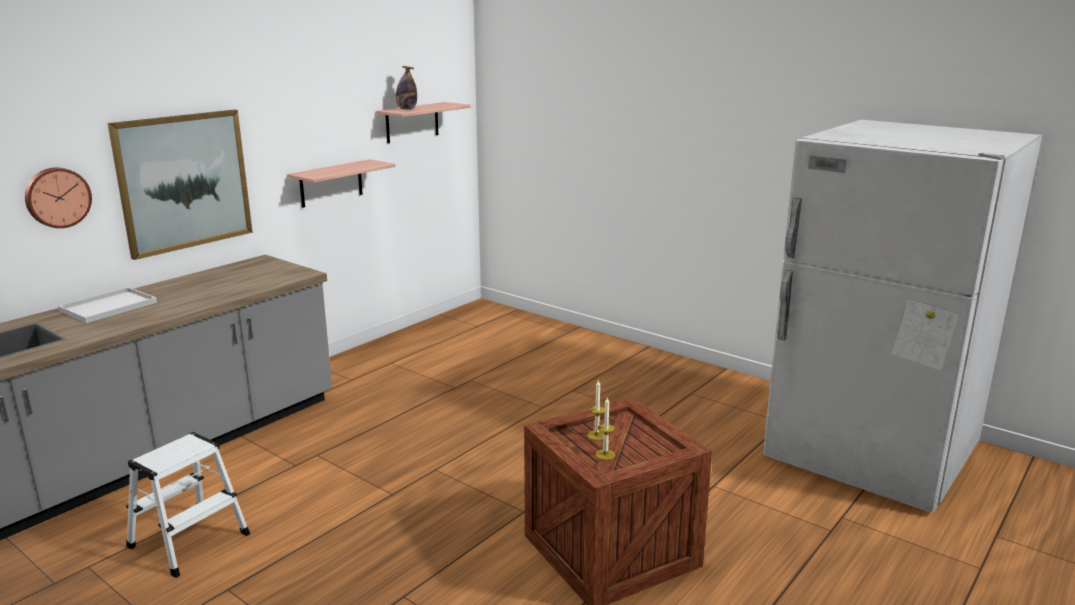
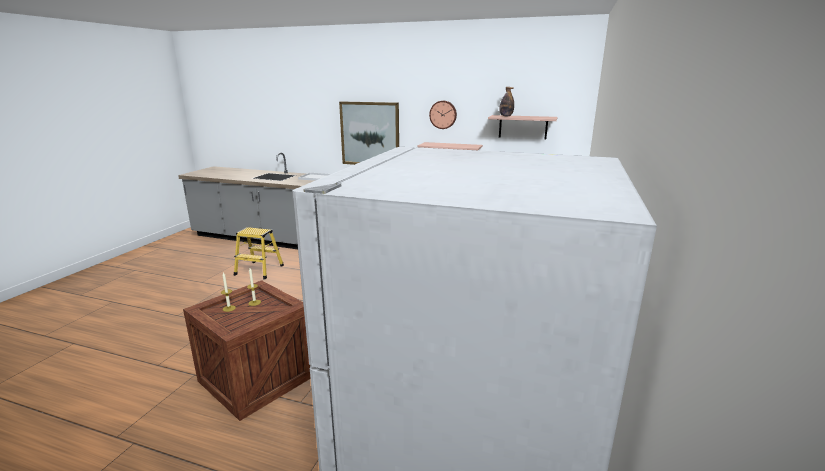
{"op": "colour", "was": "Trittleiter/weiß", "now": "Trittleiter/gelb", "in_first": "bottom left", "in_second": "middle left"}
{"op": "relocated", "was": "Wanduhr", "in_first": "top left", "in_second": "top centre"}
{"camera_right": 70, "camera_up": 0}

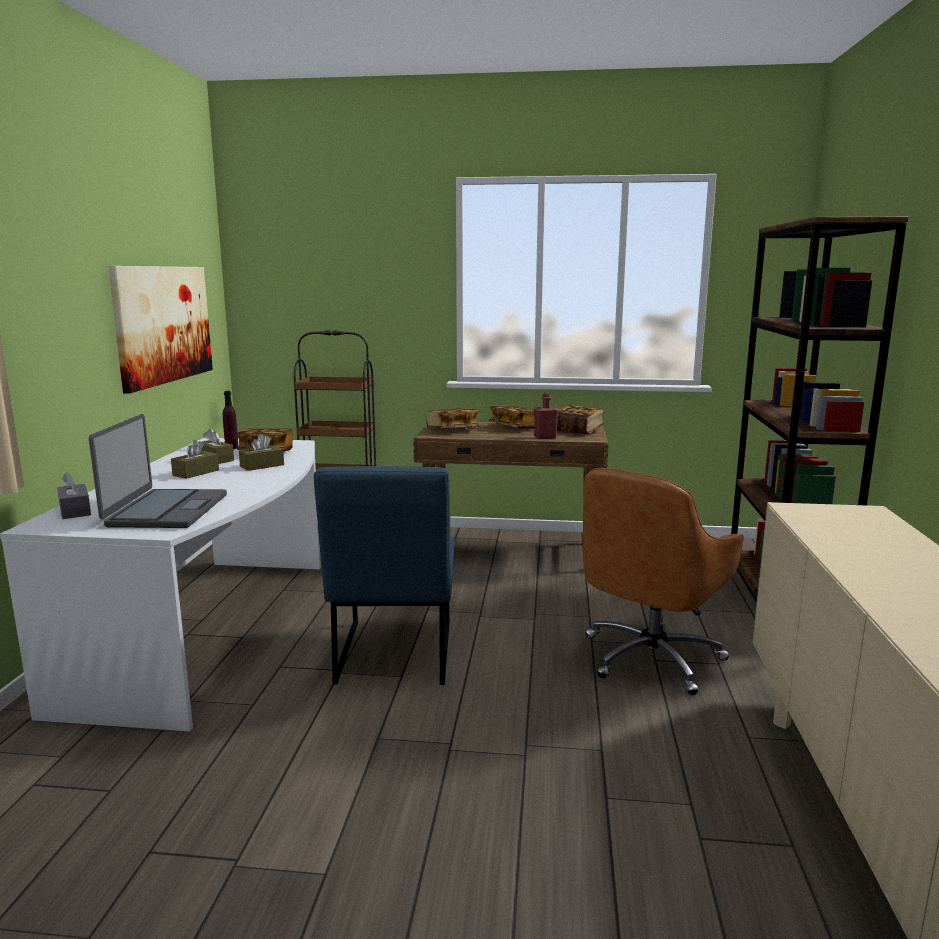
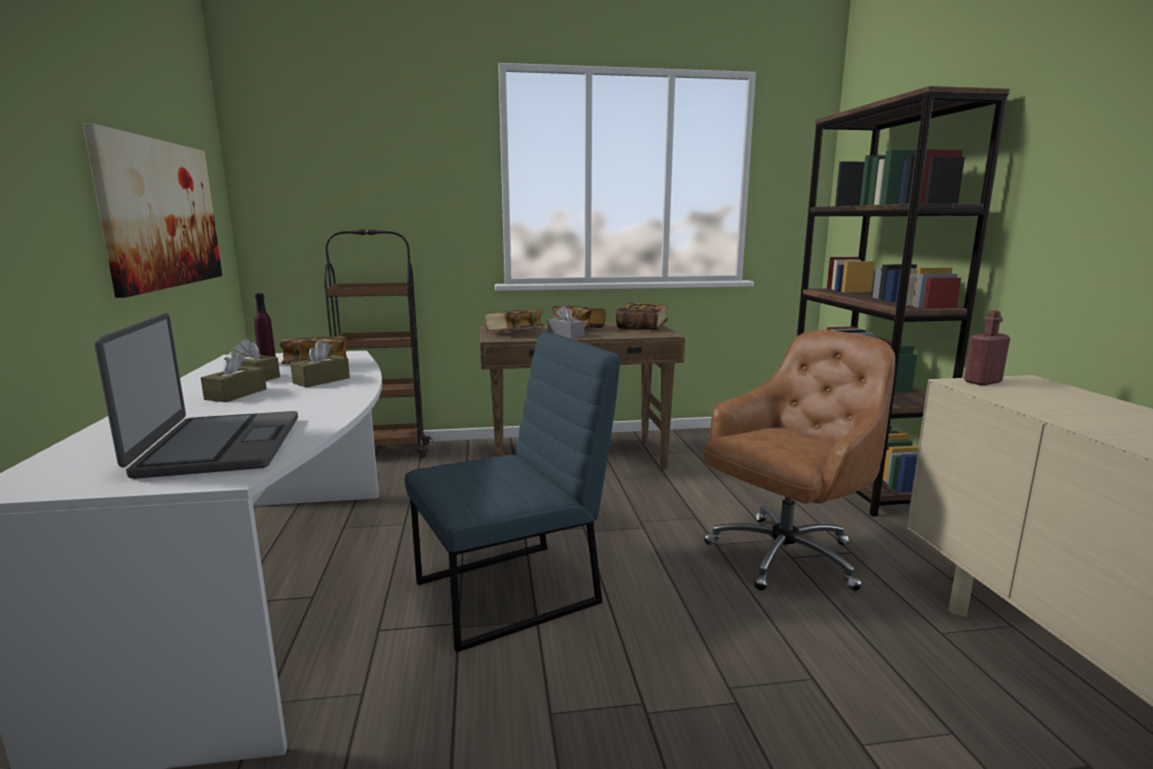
{"op": "spun", "was": "Stuhl/blau", "in_first": "centre", "in_second": "centre", "clockwise": -105}
{"op": "relocated", "was": "Taschentuchbox/grau", "in_first": "middle left", "in_second": "centre"}
{"op": "spun", "was": "Bürostuhl/braun", "in_first": "middle right", "in_second": "middle right", "clockwise": -150}
{"op": "relocated", "was": "Flasche/rot", "in_first": "centre", "in_second": "middle right"}
{"camera_right": -15, "camera_up": 0}

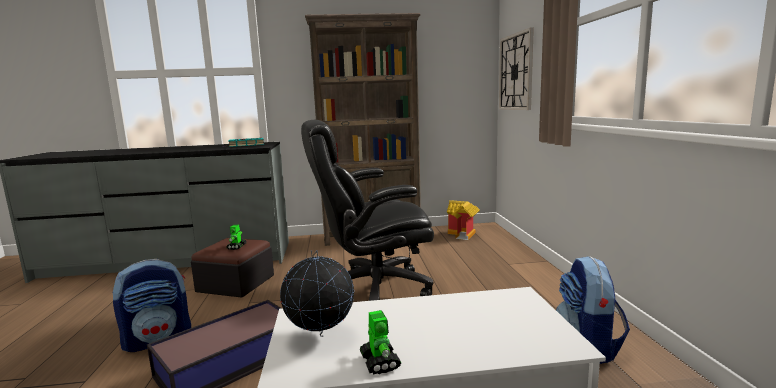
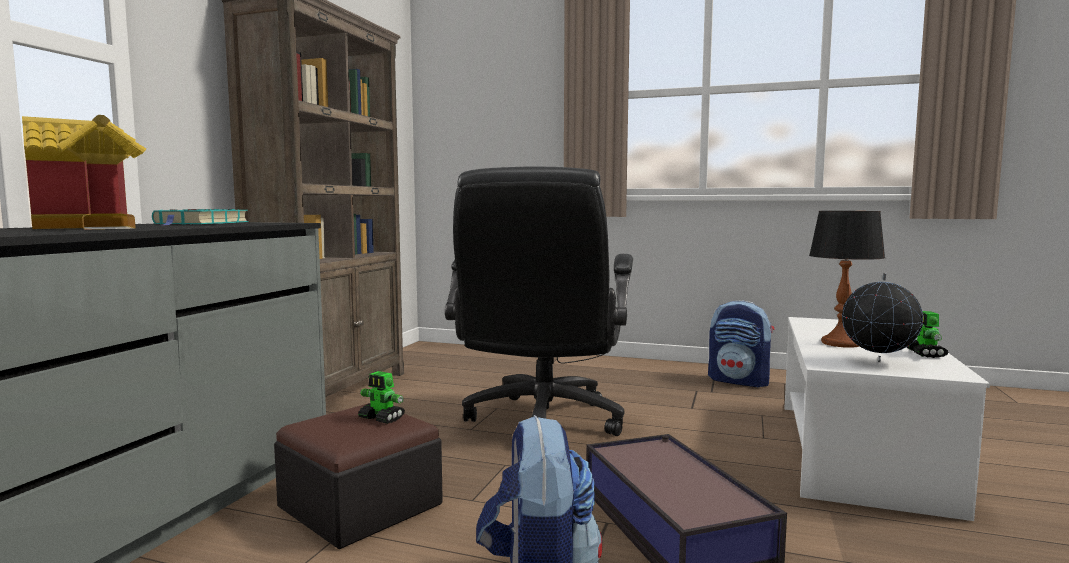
{"op": "relocated", "was": "Spielzeughaus", "in_first": "centre", "in_second": "top left"}
{"op": "appeared", "now": "Tischlampe", "in_second": "middle right"}
{"op": "spun", "was": "Spielzeugroboter (no. 2 from left)", "in_first": "bottom centre", "in_second": "middle right", "clockwise": -90}
{"op": "missing", "was": "Wanduhr", "in_first": "top centre"}
{"camera_right": -65, "camera_up": -5}

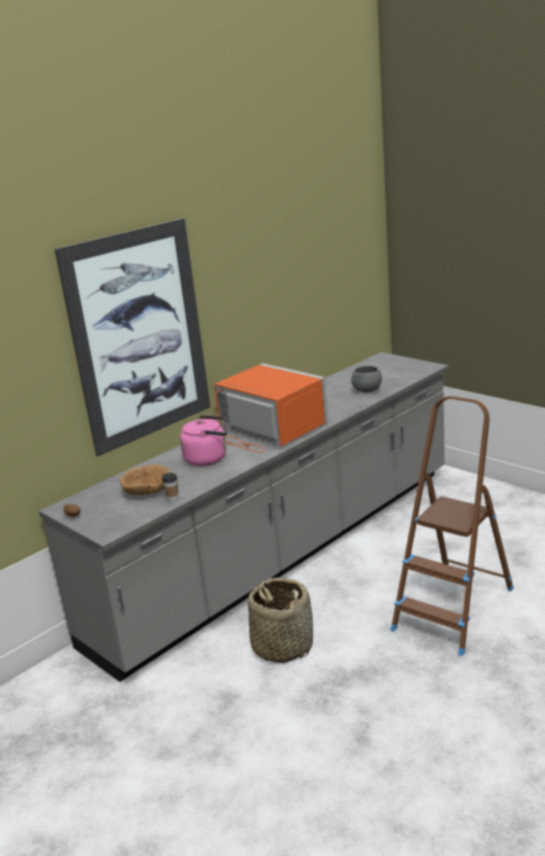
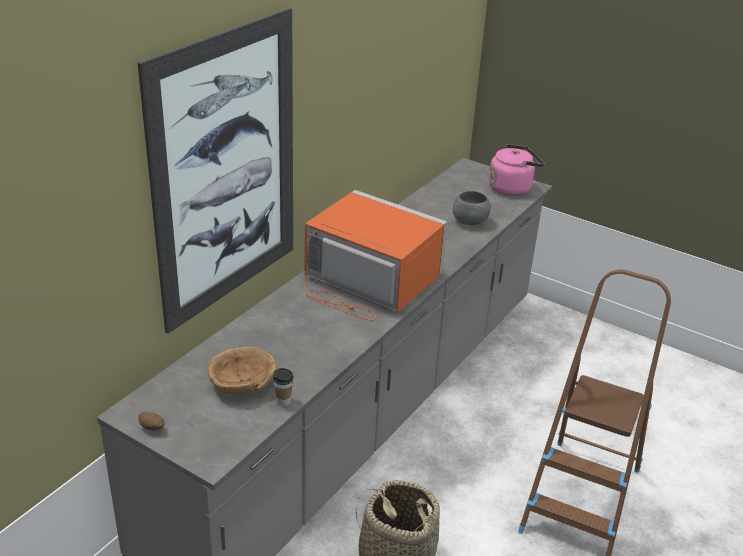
{"op": "relocated", "was": "Wasserkessel/rosa", "in_first": "centre", "in_second": "top right"}
{"camera_right": -15, "camera_up": 10}

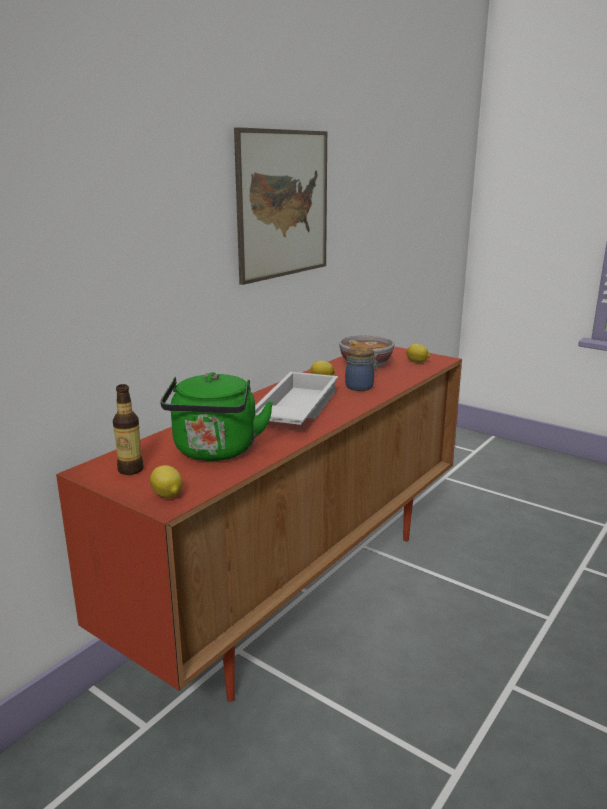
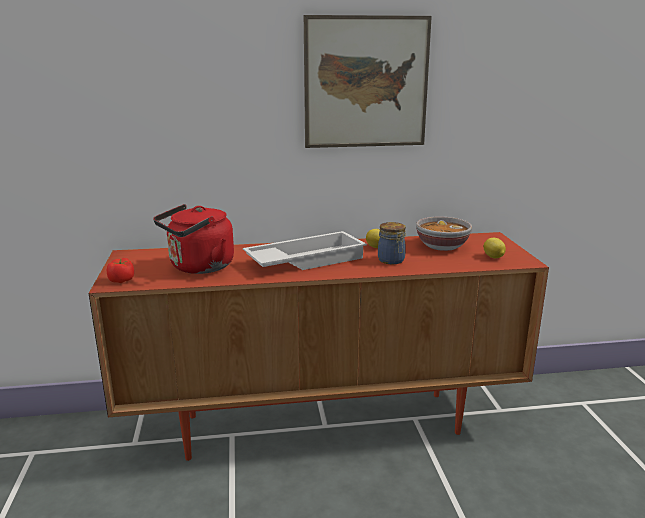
{"op": "exchanged", "was": "Zitrone (no. 1 from left)", "now": "Tomate", "in_first": "middle left", "in_second": "middle left"}
{"op": "colour", "was": "Wasserkessel/grün", "now": "Wasserkessel/rot", "in_first": "centre", "in_second": "middle left"}
{"op": "missing", "was": "Flasche", "in_first": "middle left"}
{"camera_right": 45, "camera_up": 0}

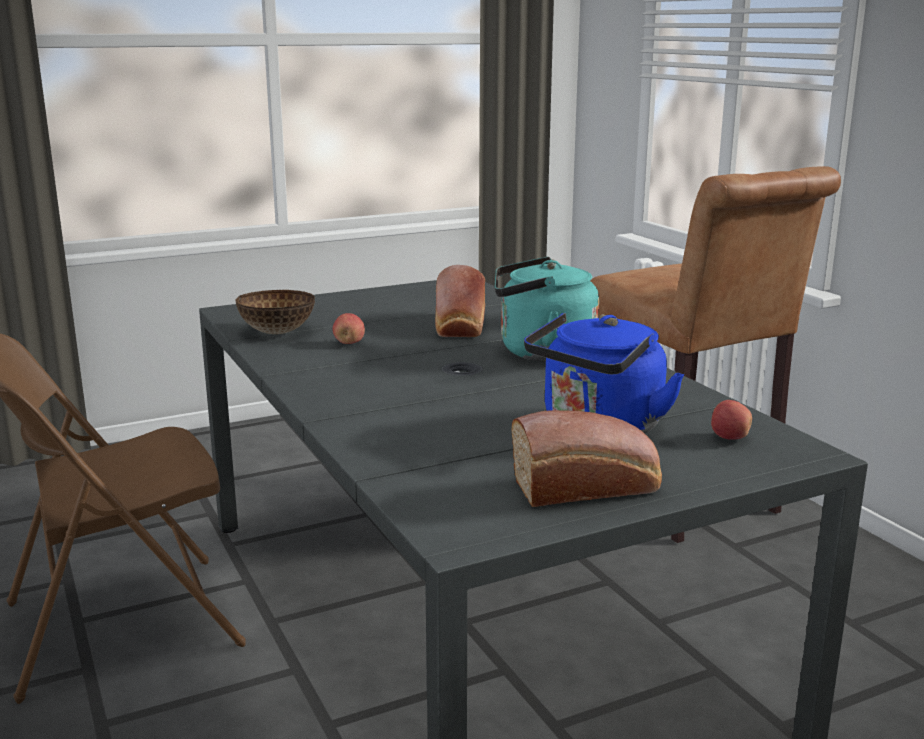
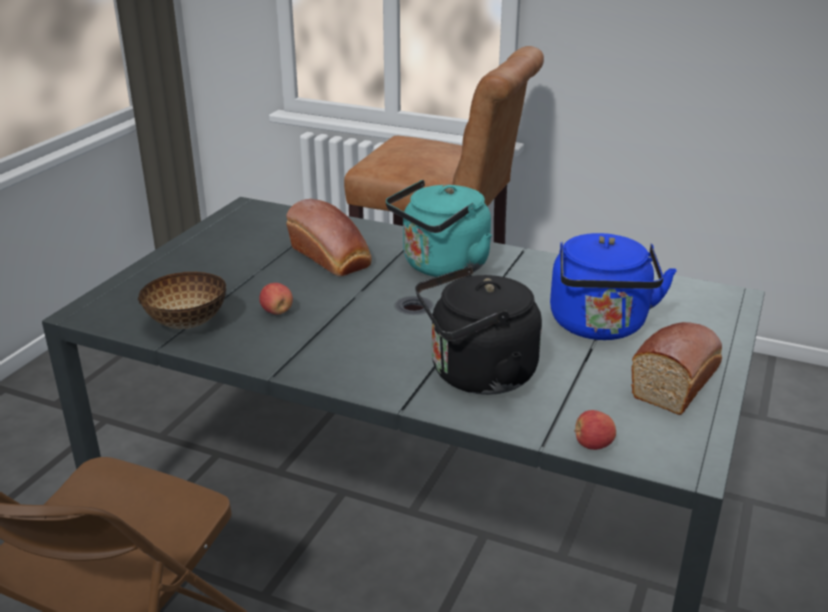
{"op": "appeared", "now": "Wasserkessel/schwarz", "in_second": "centre"}
{"op": "relocated", "was": "Apfel (no. 2 from left)", "in_first": "middle right", "in_second": "bottom right"}
{"camera_right": -40, "camera_up": 10}

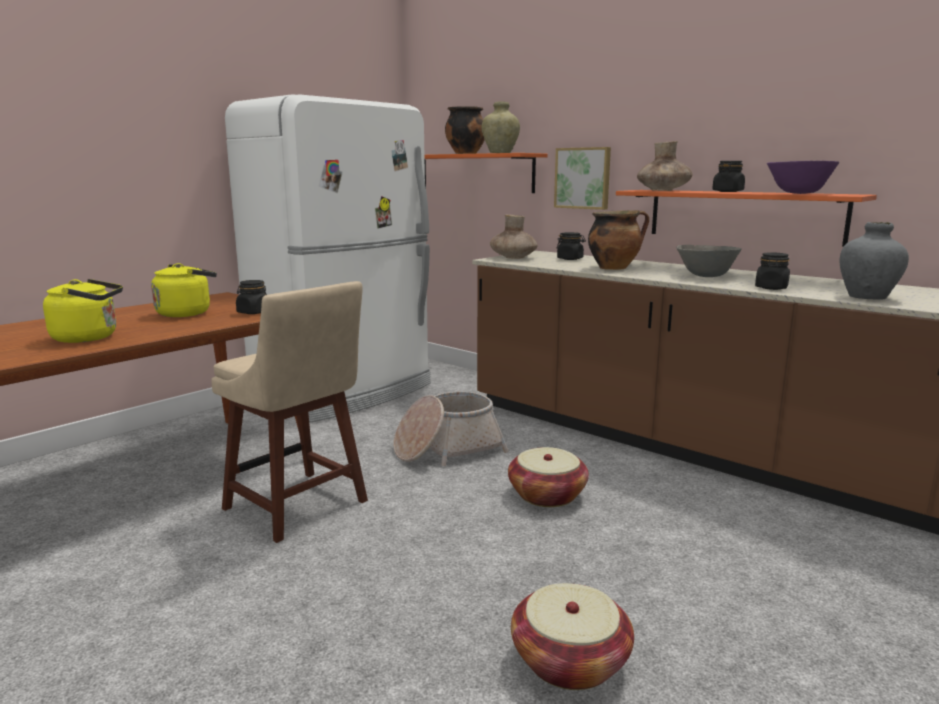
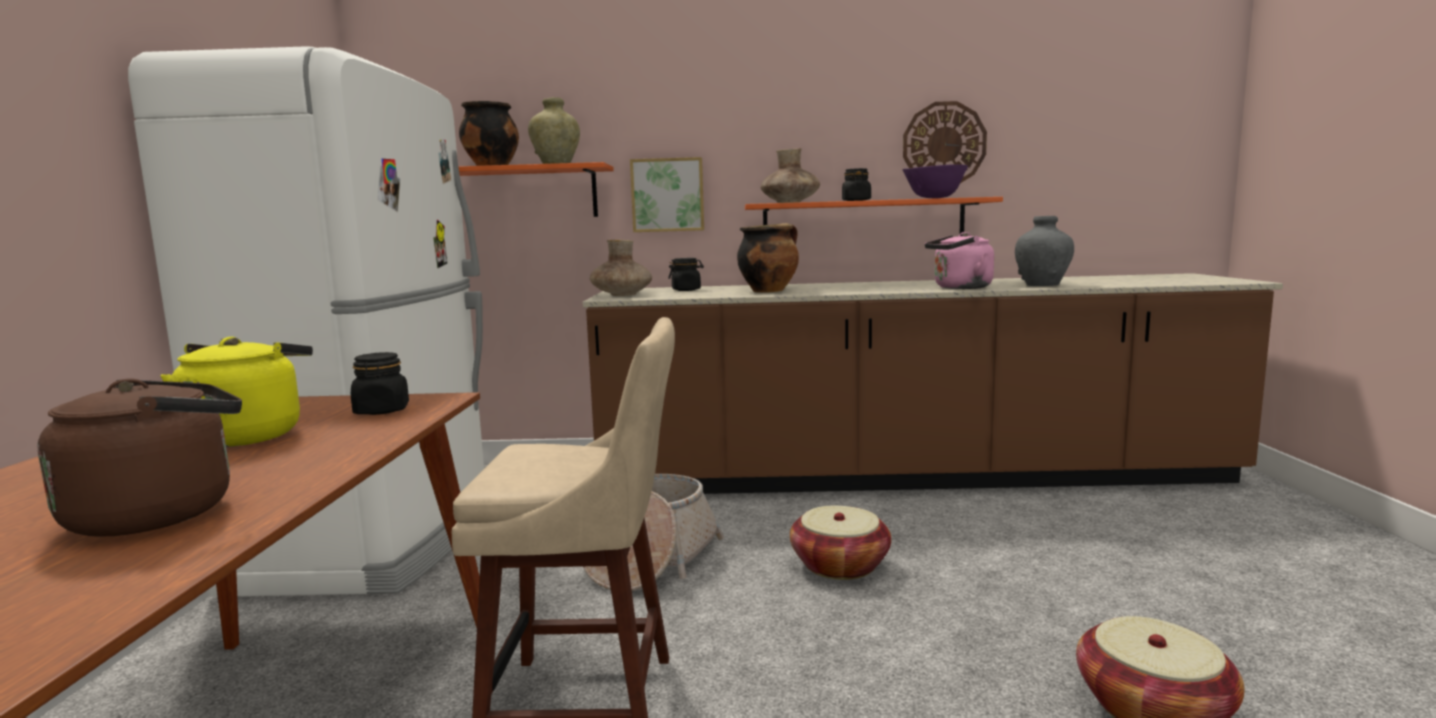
{"op": "colour", "was": "Wasserkessel/gelb (no. 1 from left)", "now": "Wasserkessel/braun", "in_first": "middle left", "in_second": "middle left"}
{"op": "appeared", "now": "Wanduhr", "in_second": "top centre"}
{"op": "exchanged", "was": "Vorratsglas/schwarz (no. 4 from left)", "now": "Wasserkessel/rosa", "in_first": "middle right", "in_second": "middle right"}
{"op": "missing", "was": "Schüssel/grau", "in_first": "middle right"}
{"camera_right": -40, "camera_up": -5}

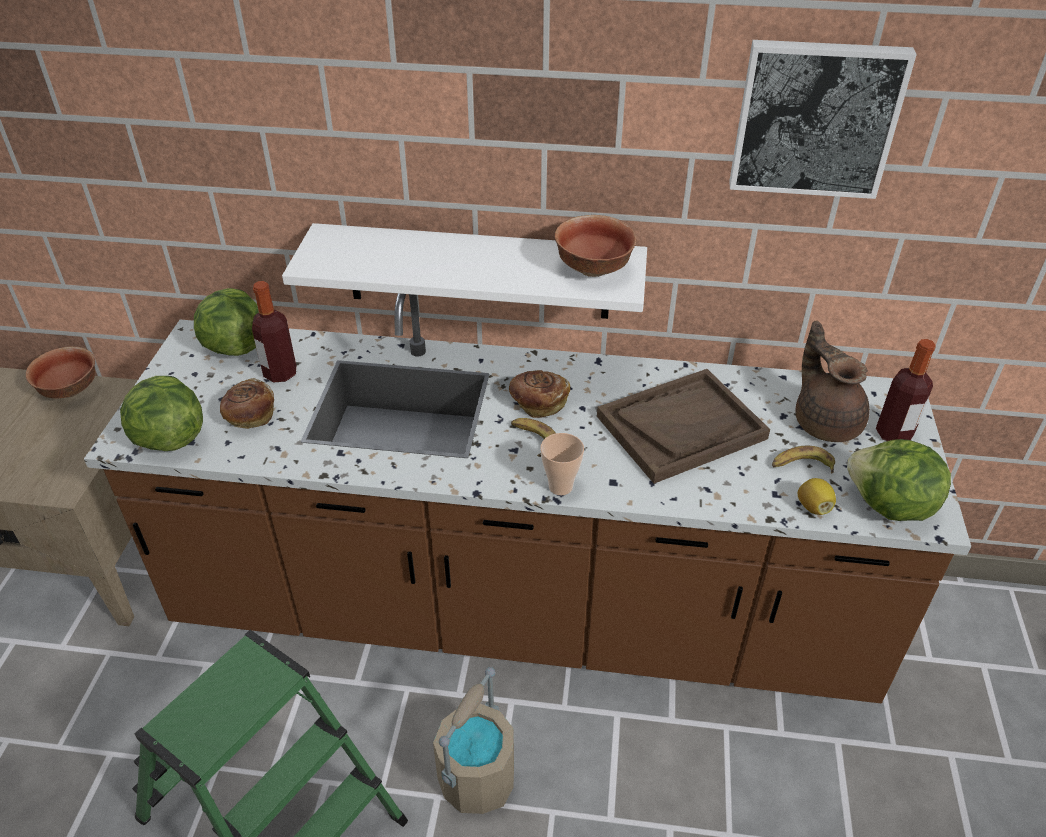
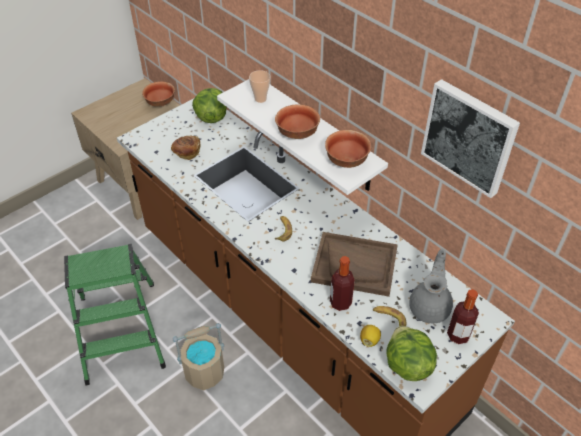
{"op": "relocated", "was": "Tasse", "in_first": "centre", "in_second": "top centre"}
{"op": "appeared", "now": "Schüssel (no. 2 from left)", "in_second": "top centre"}
{"op": "relocated", "was": "Flasche (no. 1 from left)", "in_first": "middle left", "in_second": "centre"}
{"op": "colour", "was": "Teekanne/braun", "now": "Teekanne/grau", "in_first": "middle right", "in_second": "middle right"}
{"op": "missing", "was": "Salatkopf (no. 1 from left)", "in_first": "middle left"}
{"op": "missing", "was": "Brot (no. 2 from left)", "in_first": "centre"}
{"camera_right": 40, "camera_up": 5}

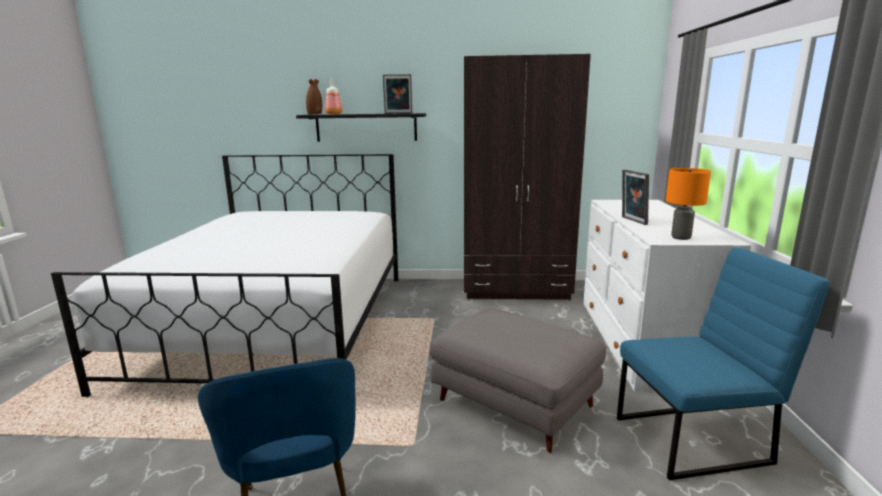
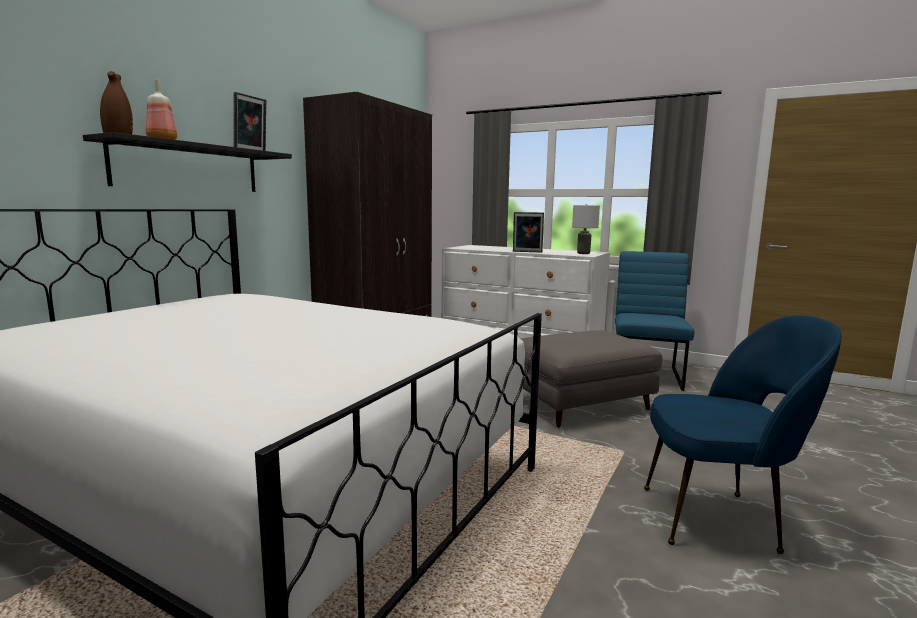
{"op": "colour", "was": "Tischlampe/orange", "now": "Tischlampe/weiß", "in_first": "middle right", "in_second": "centre"}
{"camera_right": -65, "camera_up": -5}

